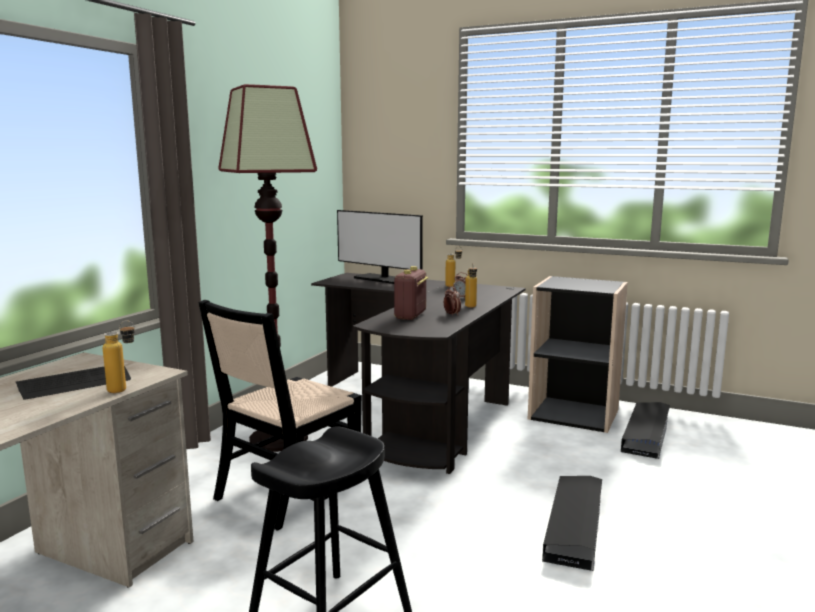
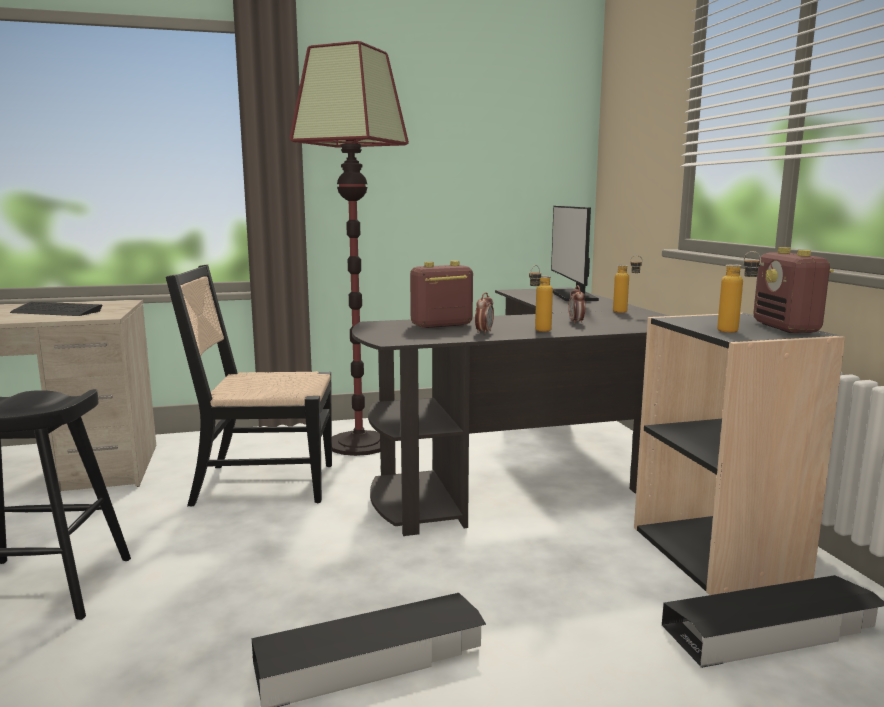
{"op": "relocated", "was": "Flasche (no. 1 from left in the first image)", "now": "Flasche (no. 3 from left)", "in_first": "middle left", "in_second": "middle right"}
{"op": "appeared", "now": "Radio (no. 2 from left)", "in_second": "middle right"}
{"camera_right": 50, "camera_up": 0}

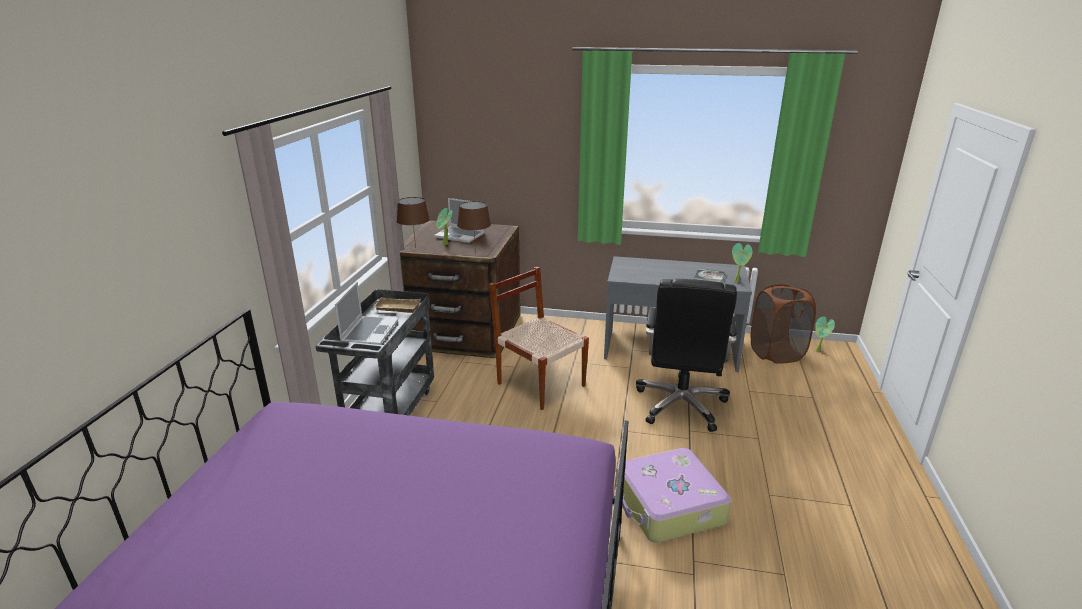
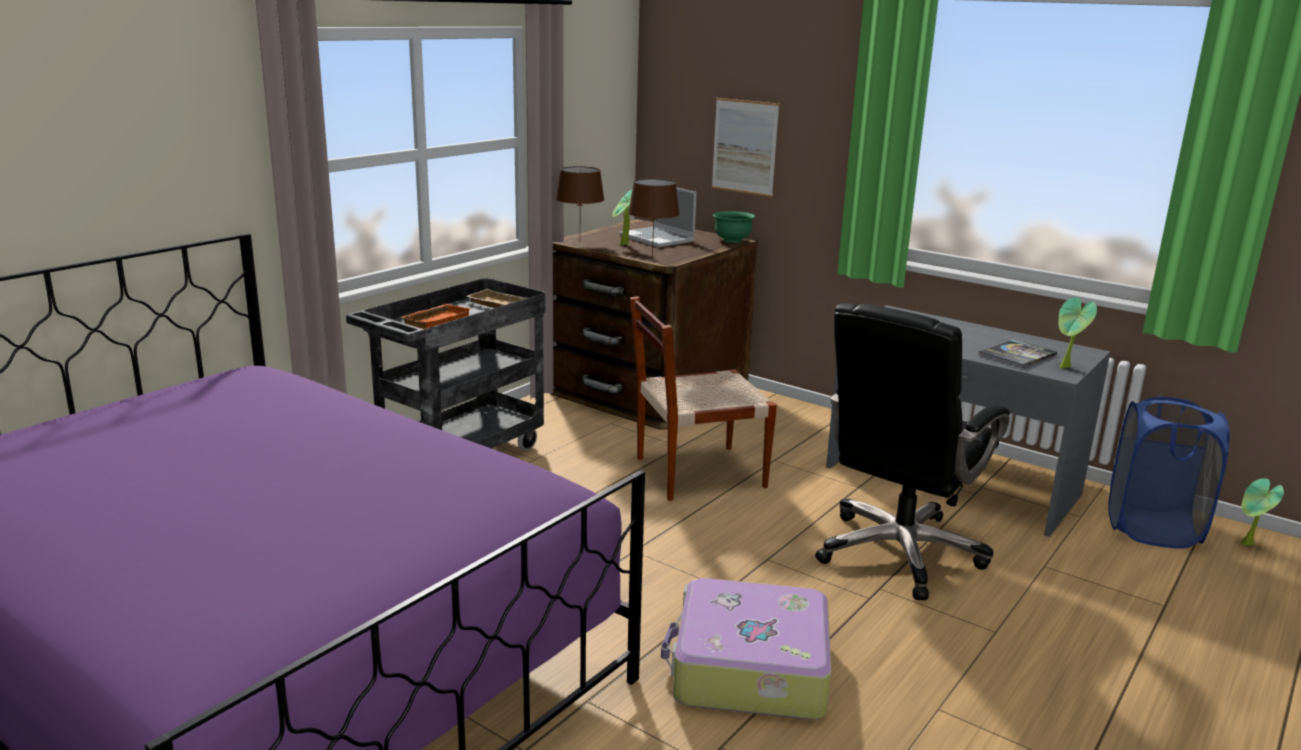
{"op": "exchanged", "was": "Laptop (no. 1 from left)", "now": "Tablett/orange", "in_first": "centre", "in_second": "centre"}
{"op": "spun", "was": "Stuhl", "in_first": "centre", "in_second": "centre", "clockwise": -90}
{"op": "appeared", "now": "Bild", "in_second": "top centre"}
{"op": "appeared", "now": "Schüssel/grün", "in_second": "top centre"}
{"op": "colour", "was": "Wäschekorb/braun", "now": "Wäschekorb/blau", "in_first": "middle right", "in_second": "middle right"}
{"camera_right": 25, "camera_up": -5}

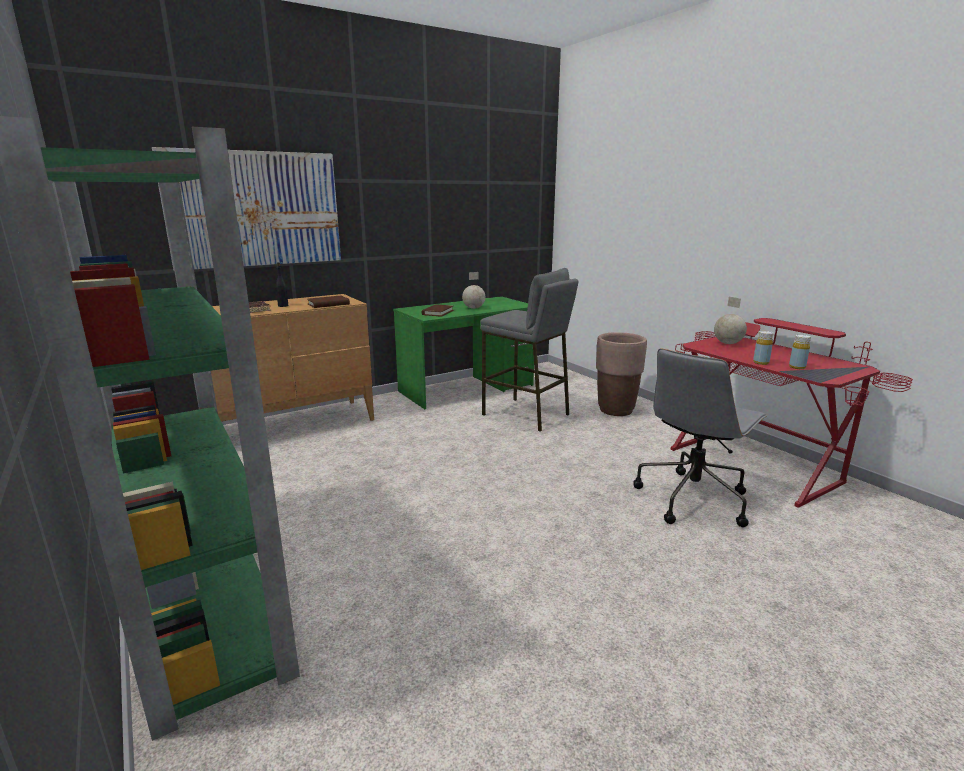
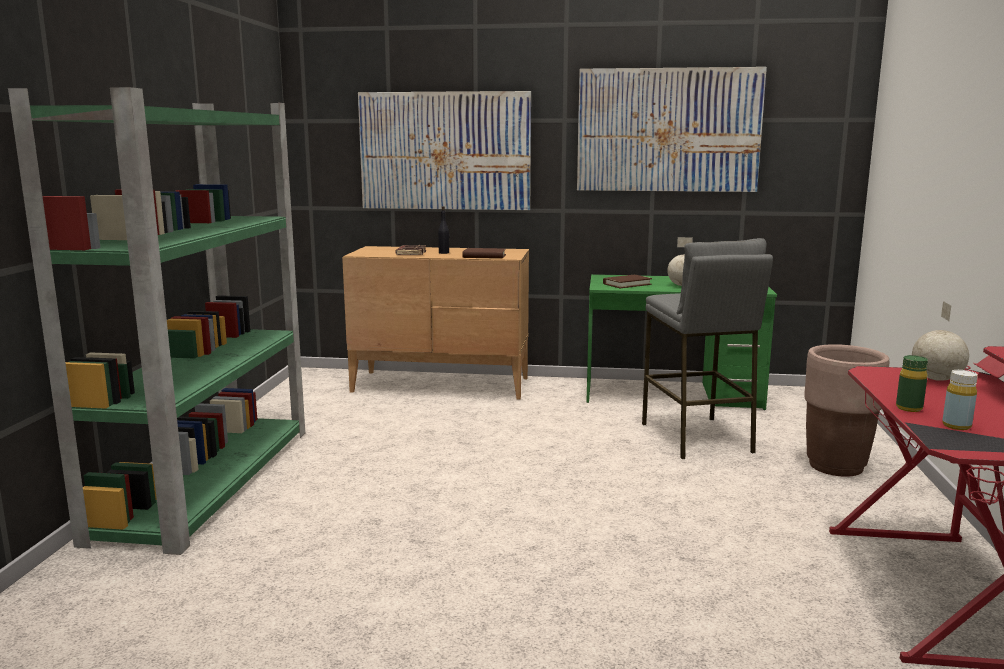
{"op": "appeared", "now": "Bild (no. 2 from left)", "in_second": "top right"}
{"op": "colour", "was": "Flasche/gelb (no. 1 from left)", "now": "Flasche/grün", "in_first": "middle right", "in_second": "middle right"}
{"op": "missing", "was": "Bürostuhl/grau", "in_first": "middle right"}
{"camera_right": 40, "camera_up": -5}

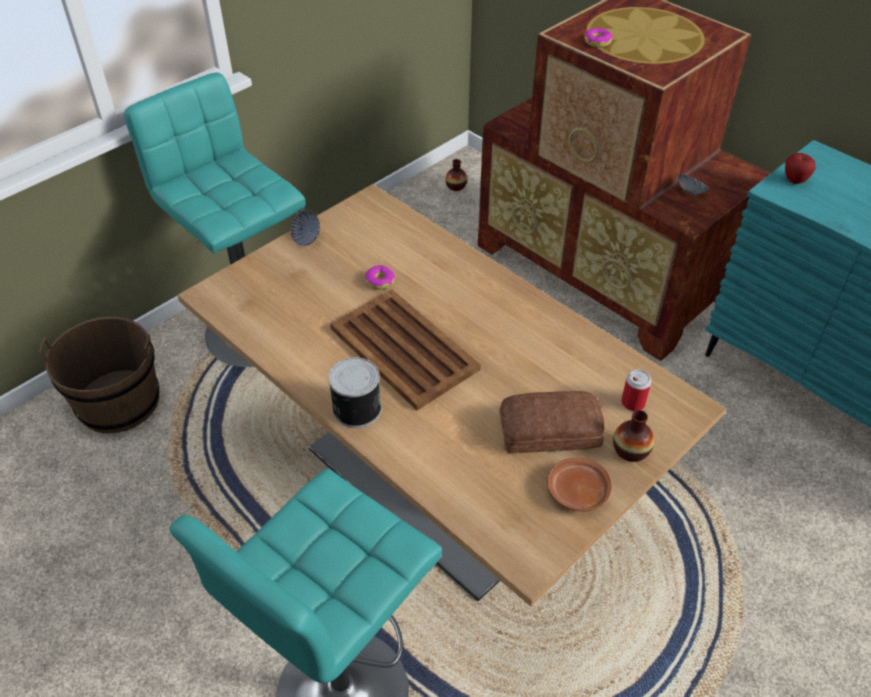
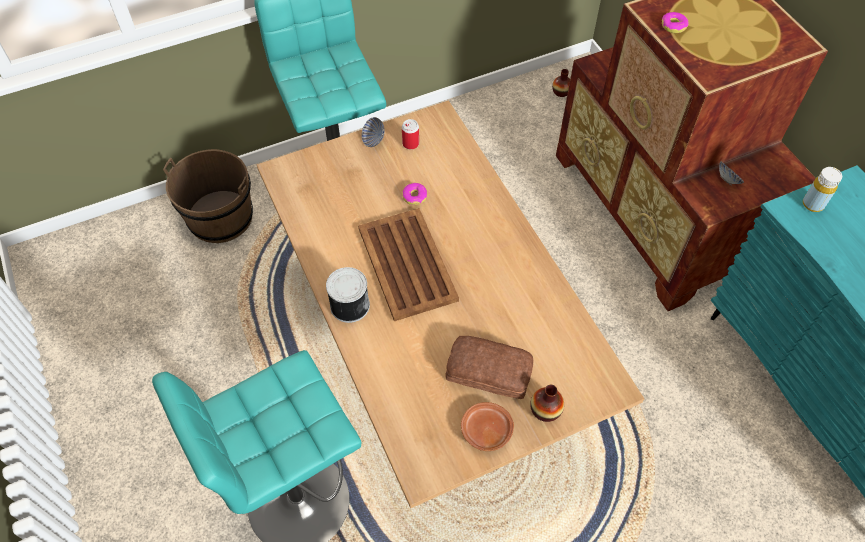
{"op": "relocated", "was": "Dose (no. 2 from left)", "in_first": "middle right", "in_second": "top centre"}
{"op": "exchanged", "was": "Apfel", "now": "Flasche/gelb", "in_first": "top right", "in_second": "middle right"}
{"camera_right": 20, "camera_up": 10}

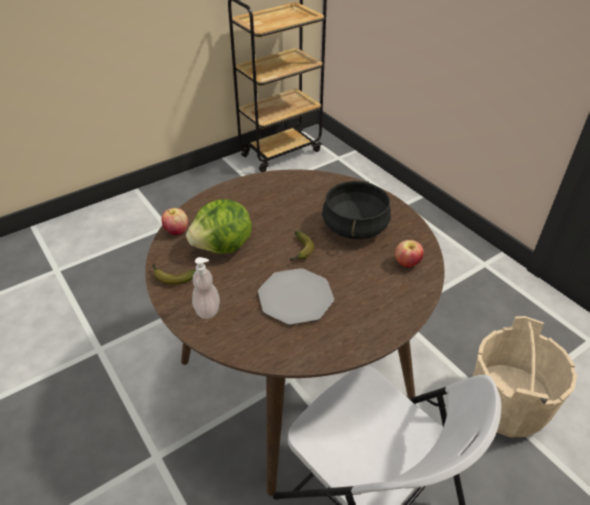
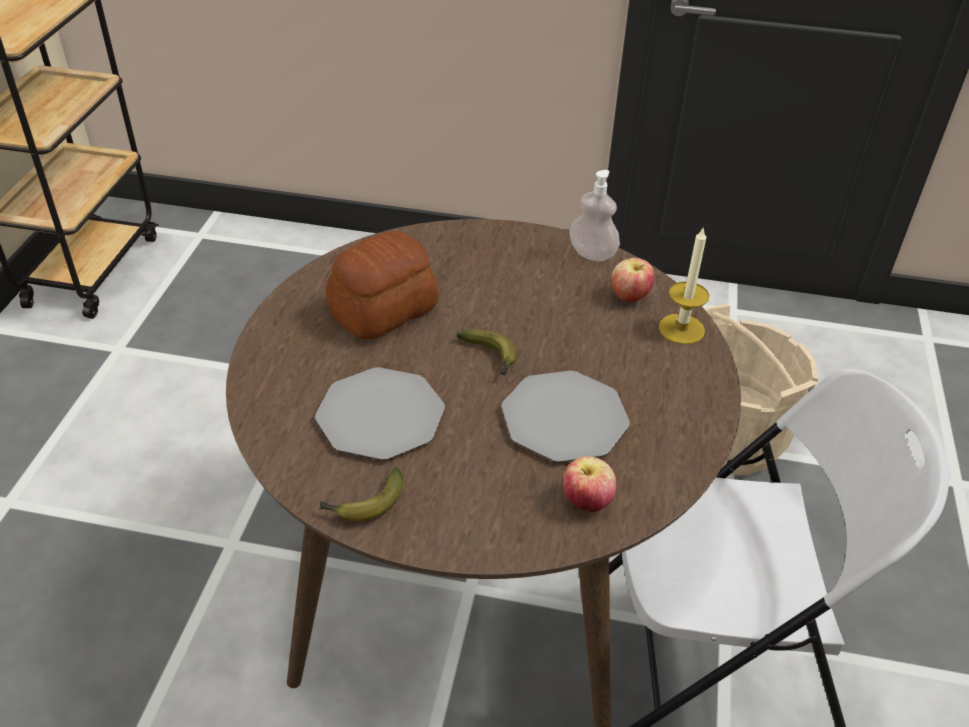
{"op": "exchanged", "was": "Salatkopf", "now": "Teller (no. 1 from left)", "in_first": "centre", "in_second": "centre"}
{"op": "appeared", "now": "Brot", "in_second": "centre"}
{"op": "relocated", "was": "Apfel (no. 1 from left)", "in_first": "middle left", "in_second": "centre"}
{"op": "relocated", "was": "Seifenspender", "in_first": "centre", "in_second": "top centre"}
{"op": "appeared", "now": "Kerze", "in_second": "middle right"}
{"op": "missing", "was": "Kochtopf/schwarz", "in_first": "centre"}
{"camera_right": -45, "camera_up": 0}

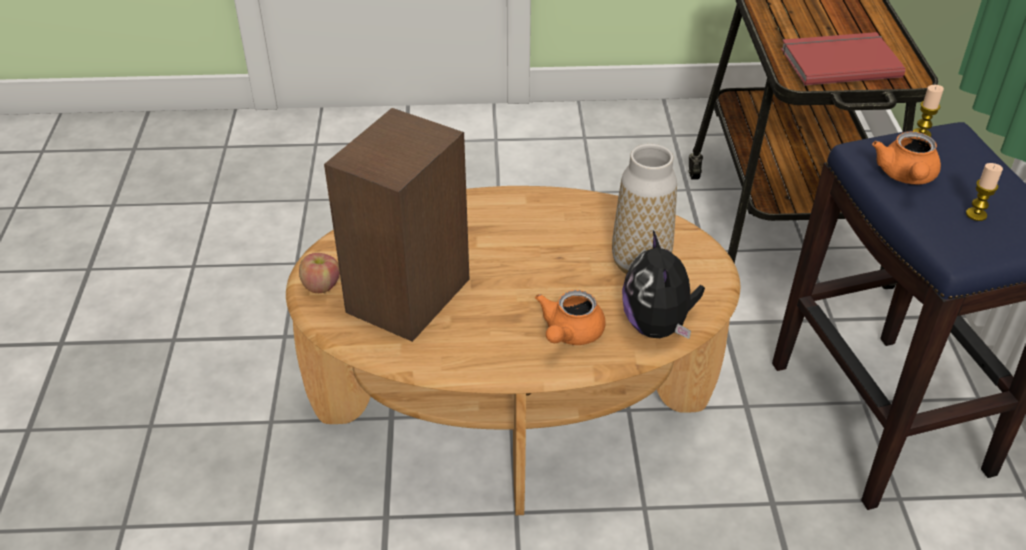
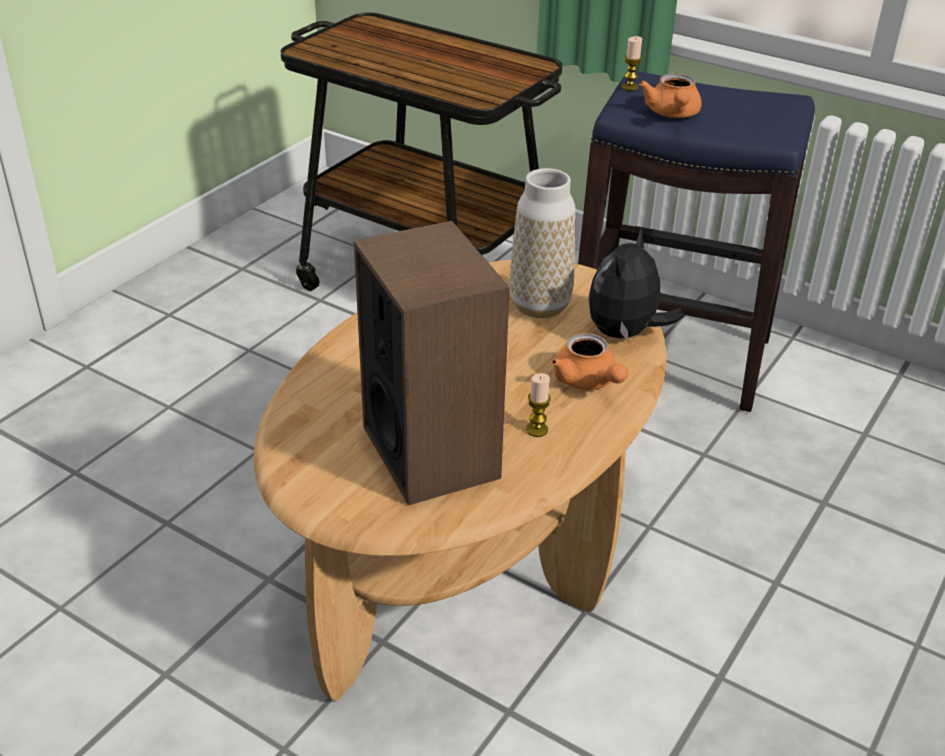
{"op": "relocated", "was": "Kerze (no. 2 from left in the first image)", "now": "Kerze (no. 1 from left)", "in_first": "middle right", "in_second": "centre"}
{"op": "spun", "was": "Plüschtier", "in_first": "centre", "in_second": "middle right", "clockwise": 90}
{"op": "spun", "was": "Teekanne/orange (no. 2 from left)", "in_first": "top right", "in_second": "top right", "clockwise": 45}
{"op": "missing", "was": "Apfel", "in_first": "middle left"}
{"op": "missing", "was": "Buch/rot", "in_first": "top right"}
{"camera_right": -55, "camera_up": -5}

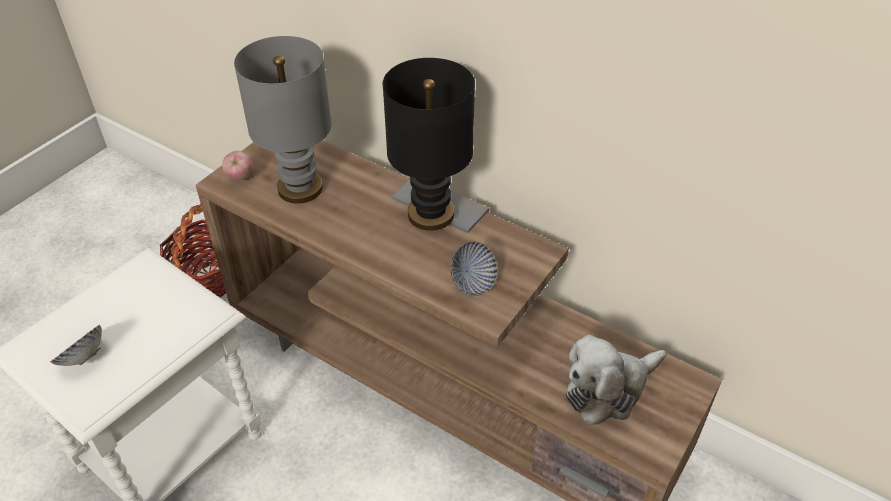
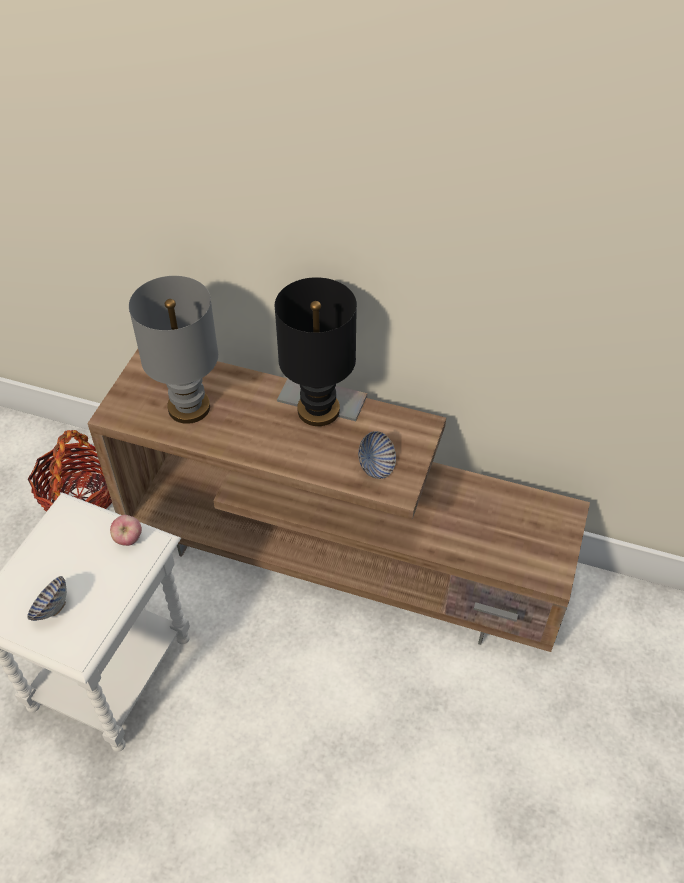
{"op": "relocated", "was": "Apfel", "in_first": "top left", "in_second": "middle left"}
{"op": "missing", "was": "Plüschtier", "in_first": "bottom right"}
{"camera_right": -15, "camera_up": 5}

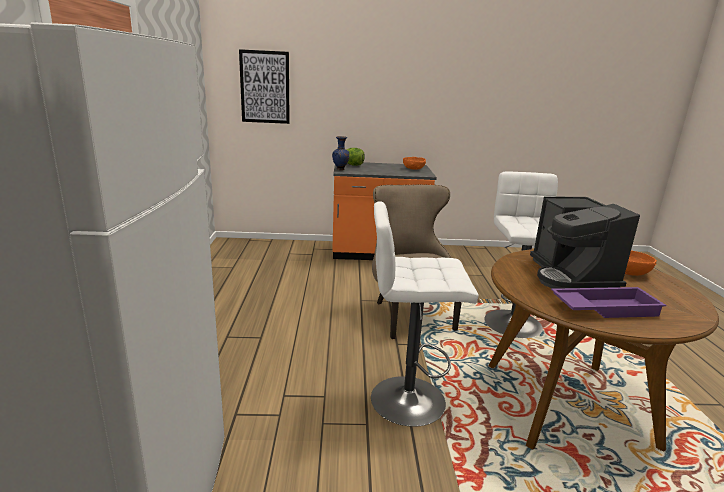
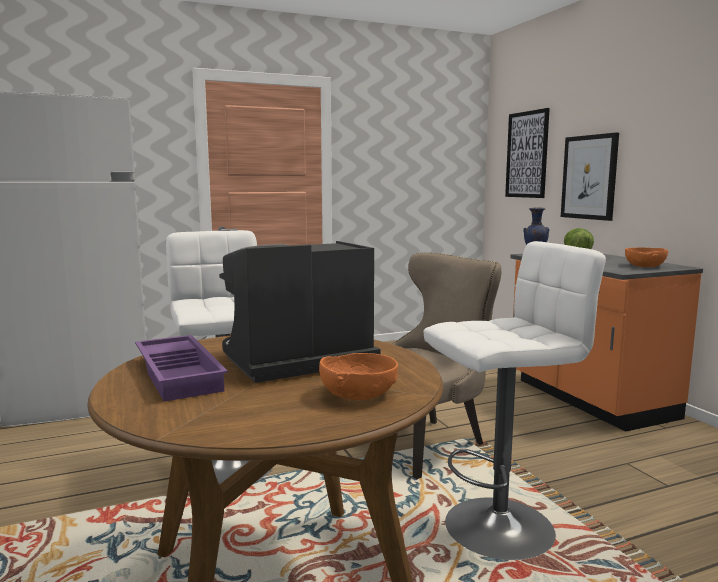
{"op": "appeared", "now": "Bild (no. 2 from left)", "in_second": "top right"}
{"camera_right": 70, "camera_up": -10}

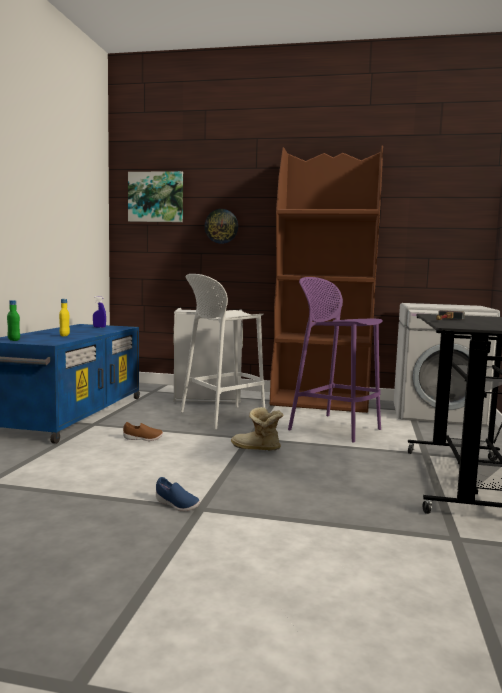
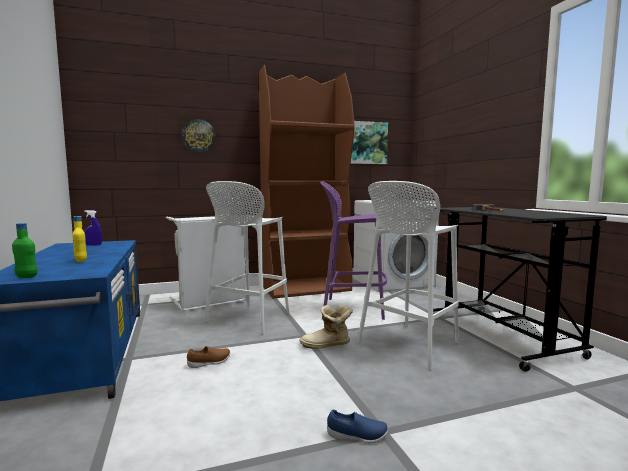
{"op": "relocated", "was": "Bild", "in_first": "top left", "in_second": "top centre"}
{"op": "appeared", "now": "Hocker/weiß (no. 2 from left)", "in_second": "centre"}
{"camera_right": -30, "camera_up": 0}

